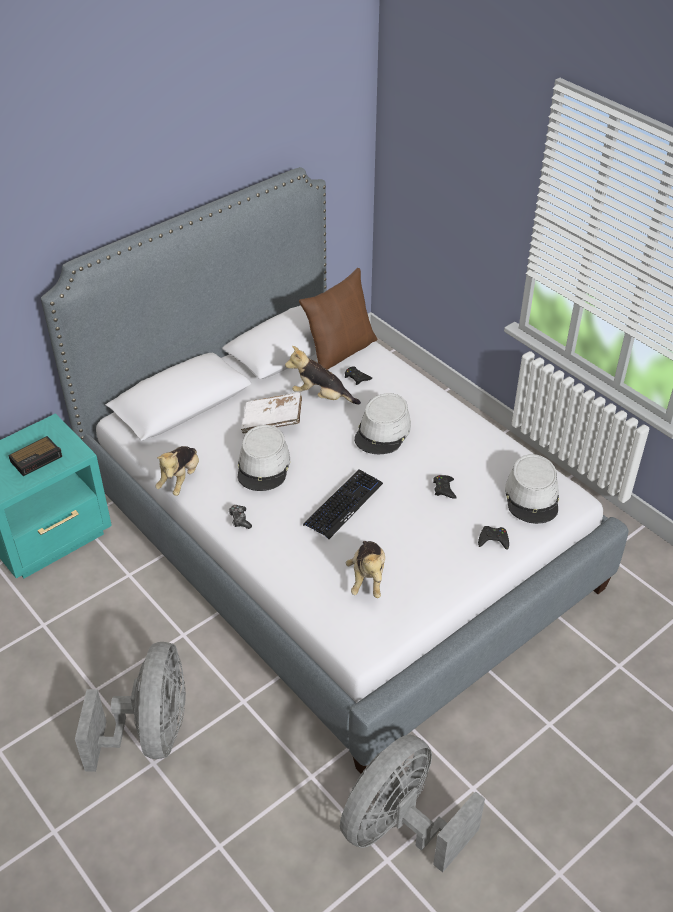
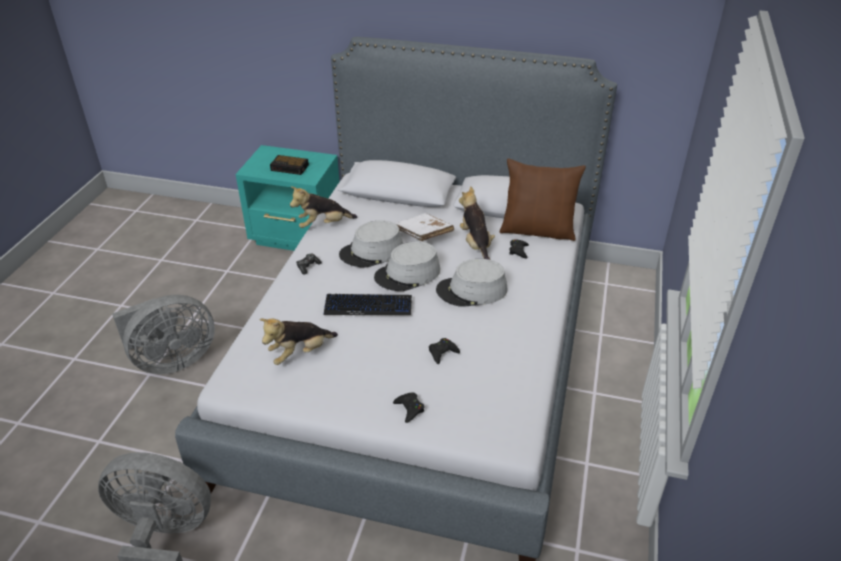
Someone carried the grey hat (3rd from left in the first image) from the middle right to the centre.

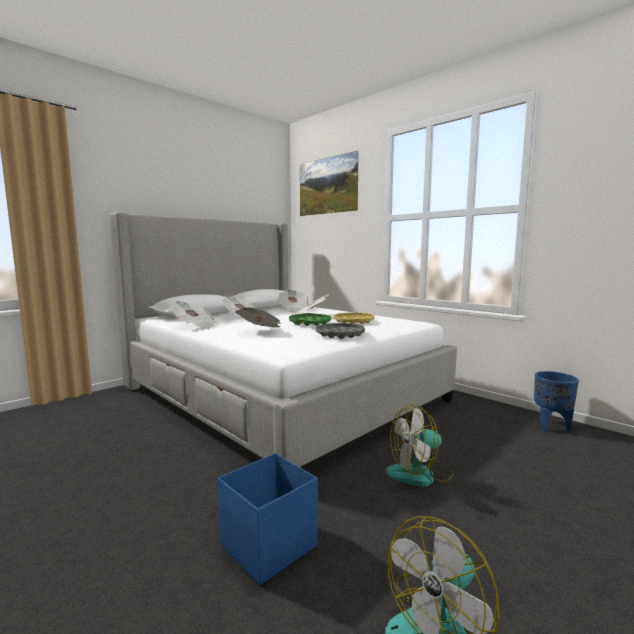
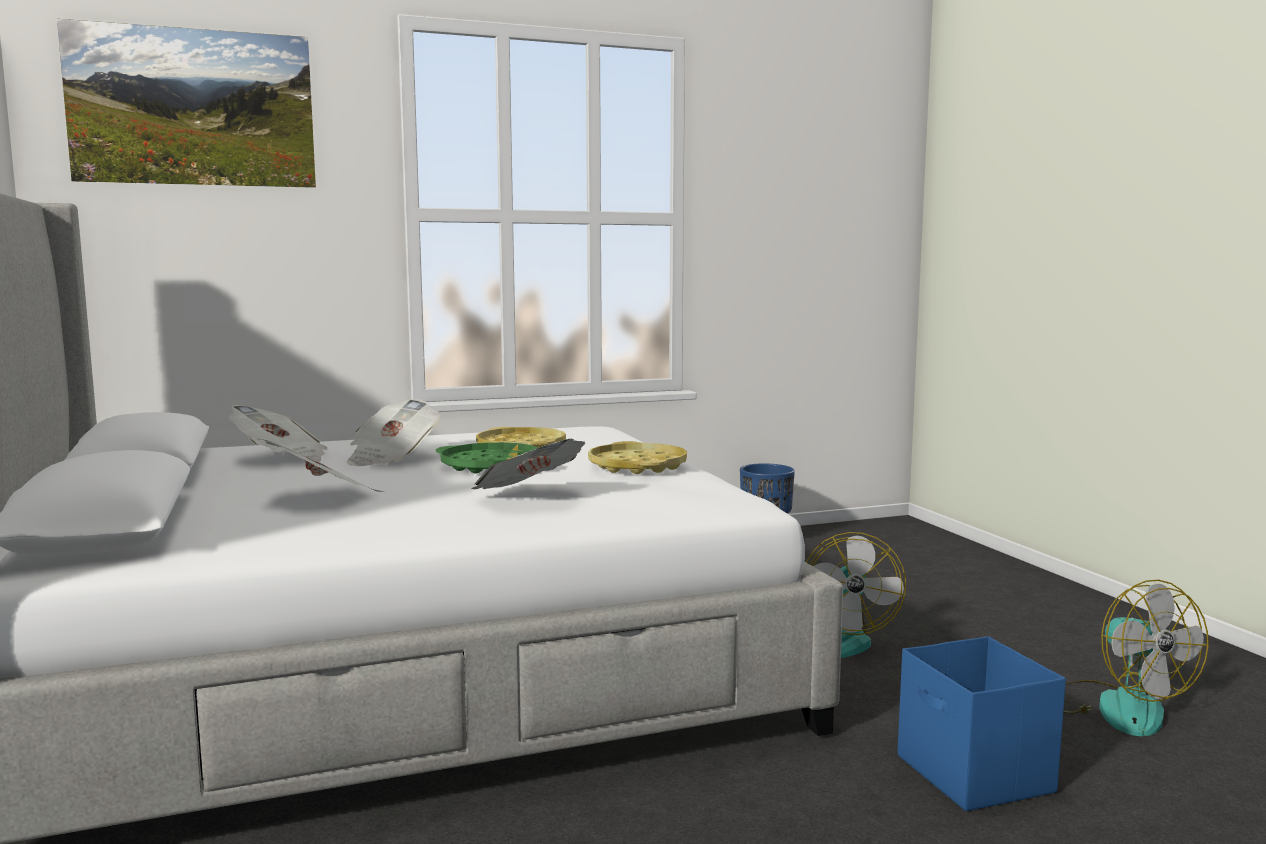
Someone took away the printed paper (1st from left) at the middle left.
Someone repainted the grey tray at the centre, which became the yellow tray (2nd from left) at the centre.

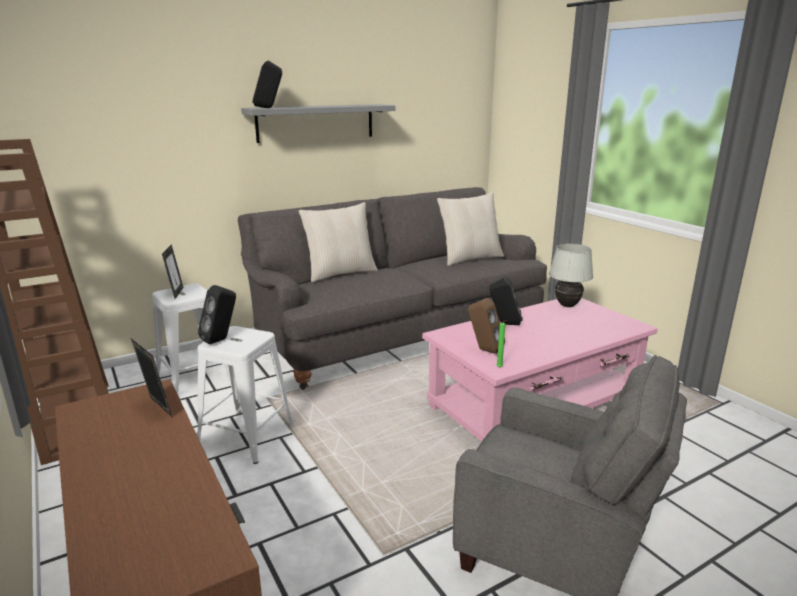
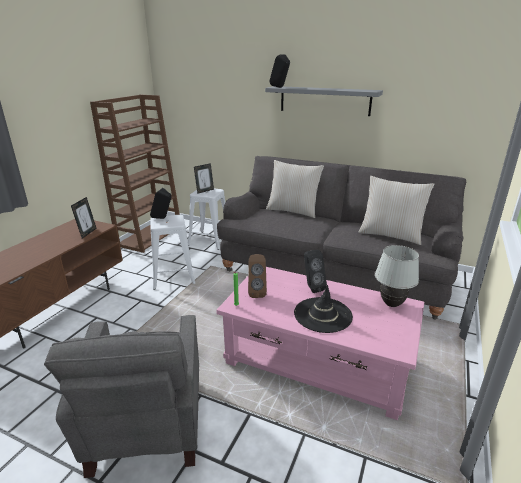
Someone put down the black-coloured hat at the centre.

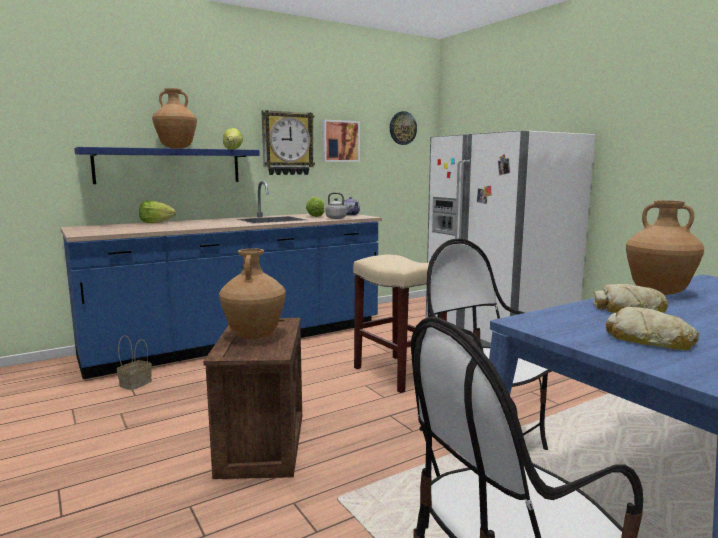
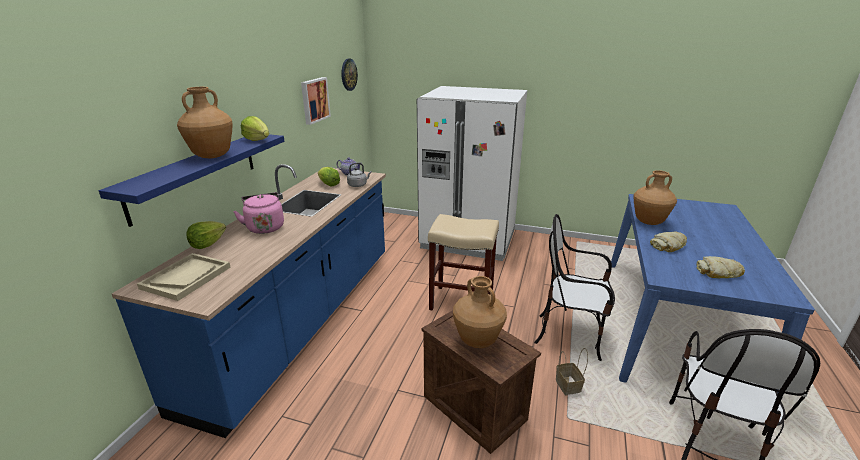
Someone carried the basket from the bottom left to the bottom centre.
Someone took away the wall clock (1st from left) at the top centre.
Someone put down the beige tray at the middle left.
Someone put down the pinkish water kettle at the middle left.

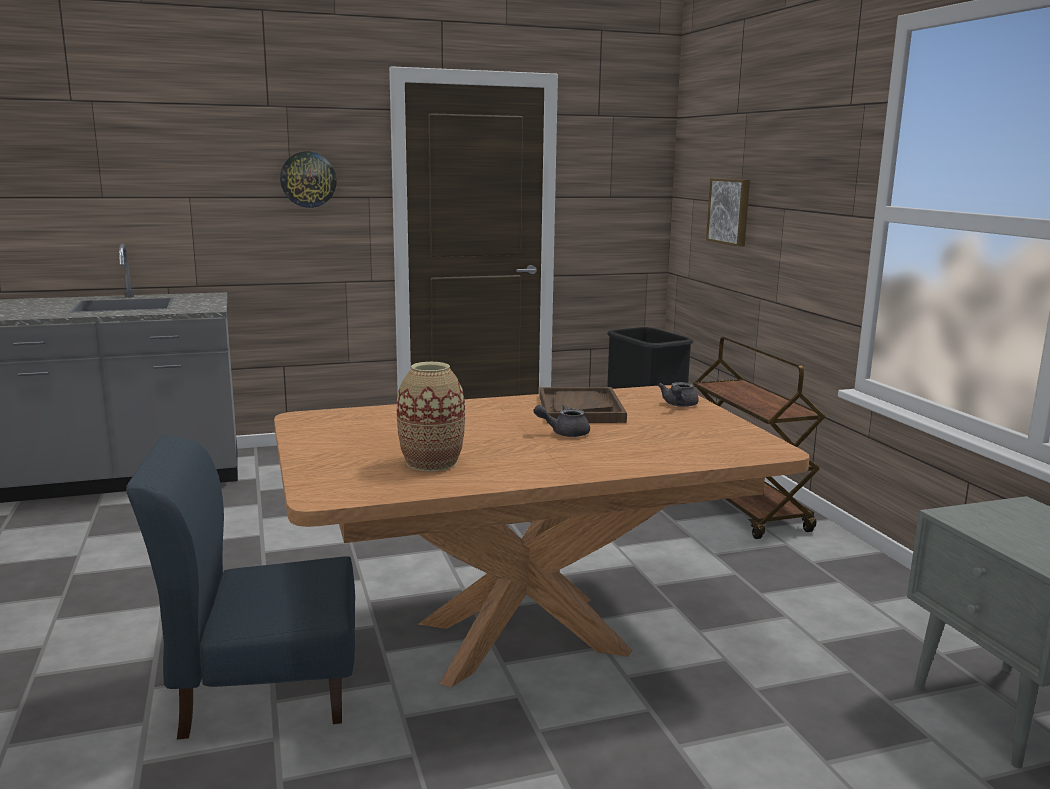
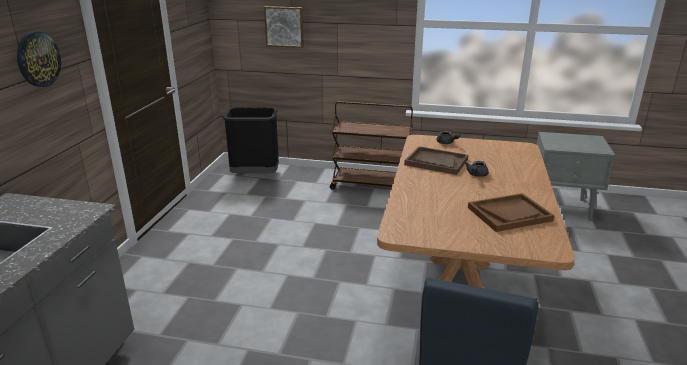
Someone swapped the decorative vase at the centre for the brown tray (2nd from left) at the middle right.

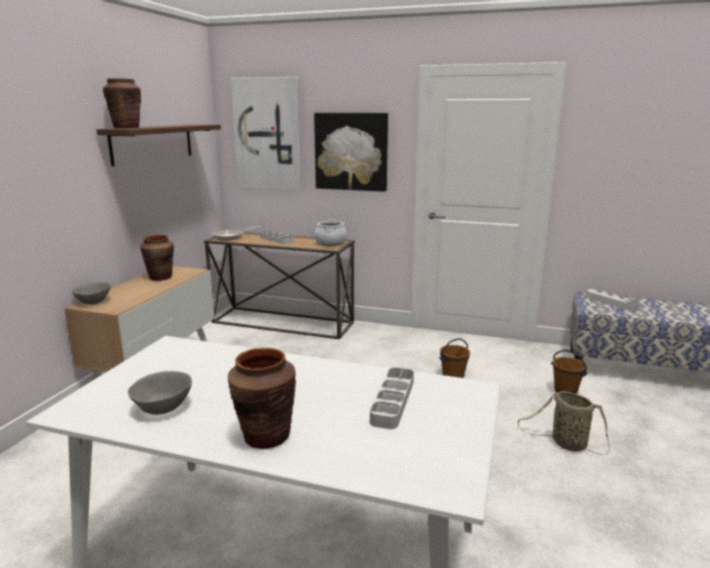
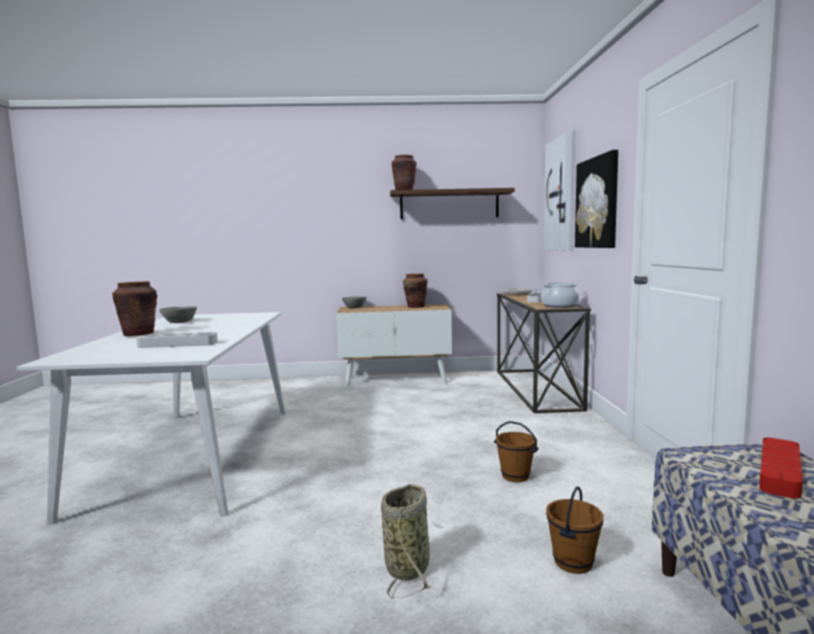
Someone repainted the grey tray (3rd from left) at the middle right, which became the reddish tray at the bottom right.

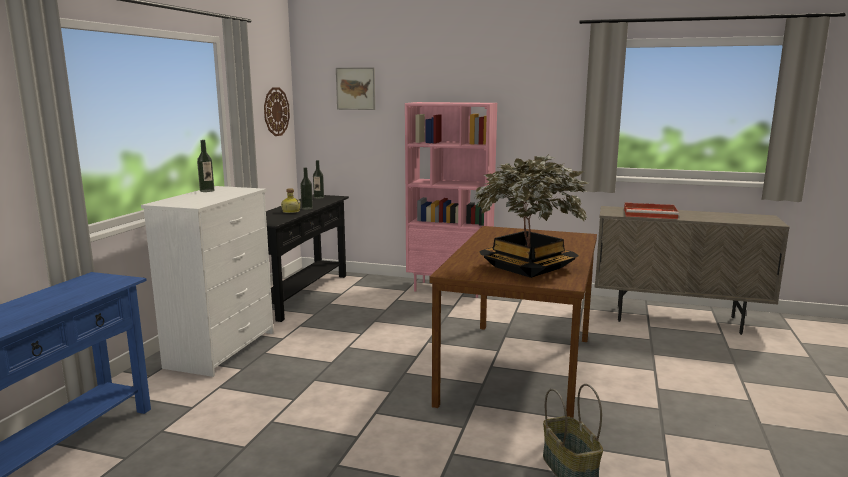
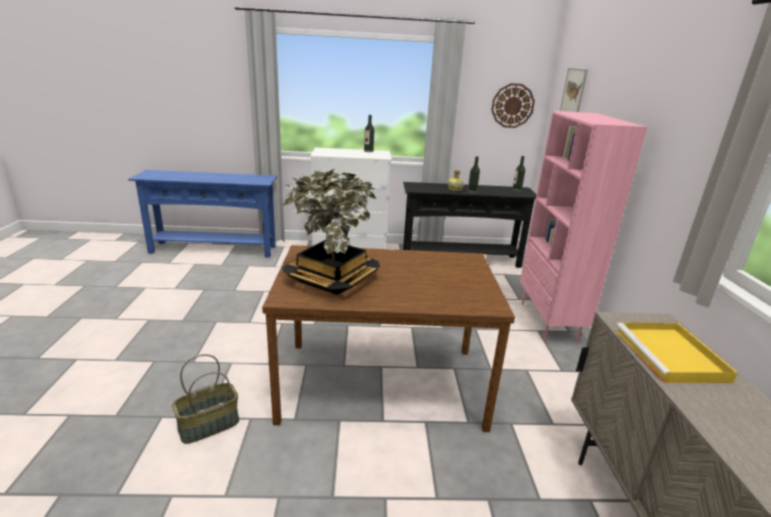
Someone repainted the reddish tray at the middle right, which became the yellow tray at the bottom right.

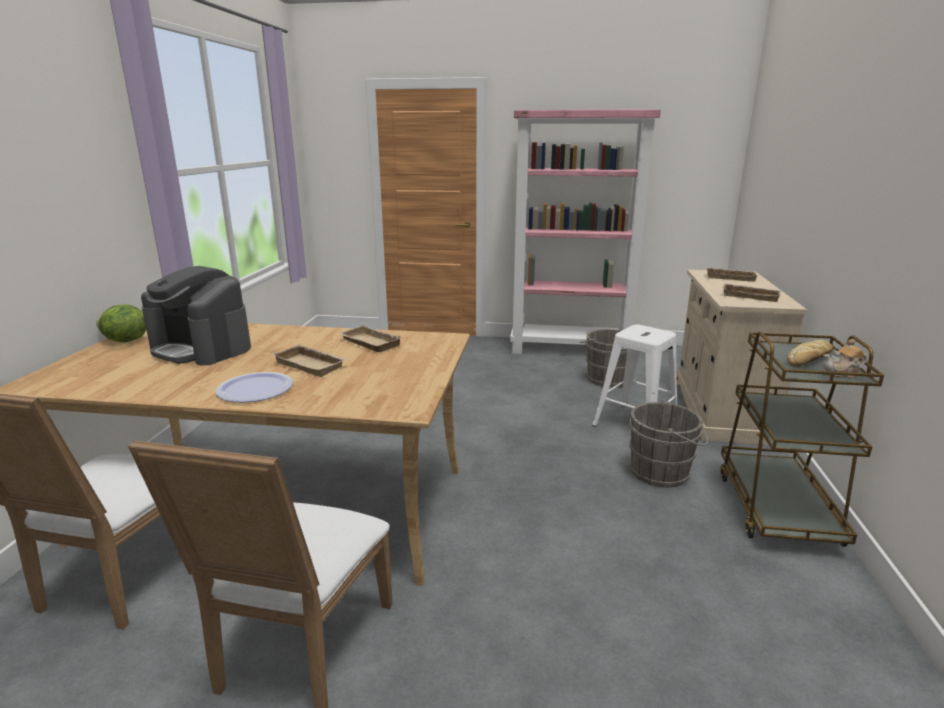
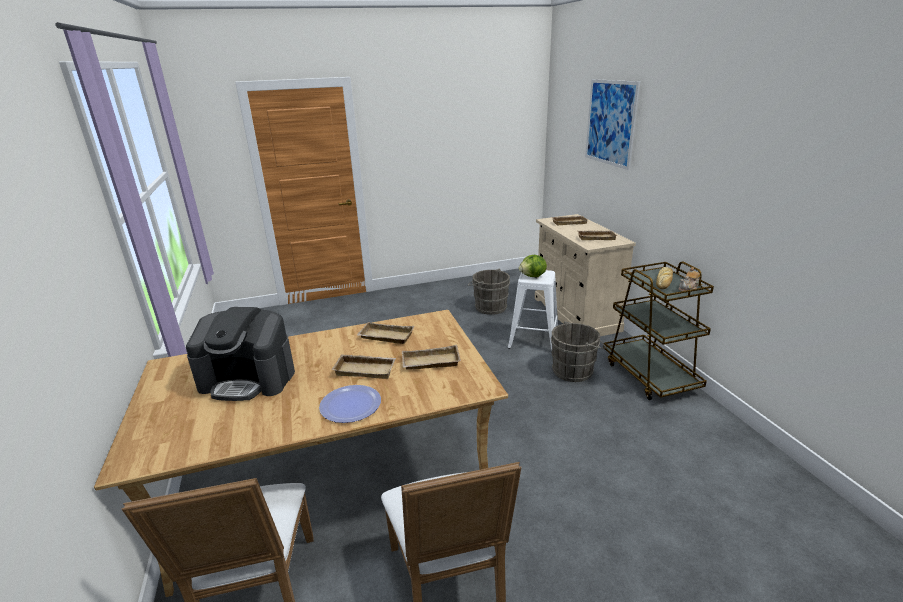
Someone carried the lettuce head from the middle left to the centre.
Someone took away the pinkish shelving unit at the top centre.
Someone put down the beige tray (3rd from left) at the centre.
Someone put up the picture at the top right.

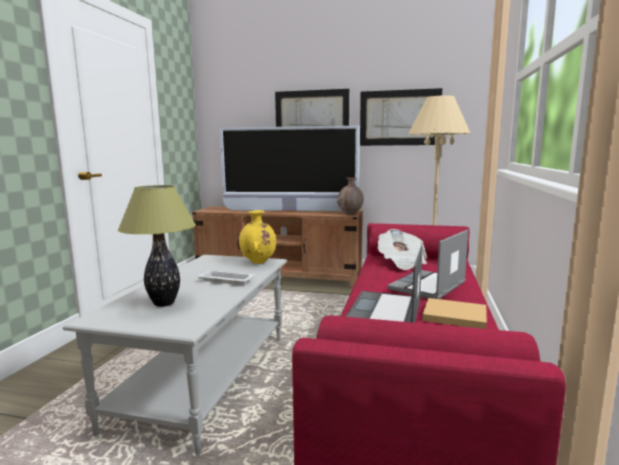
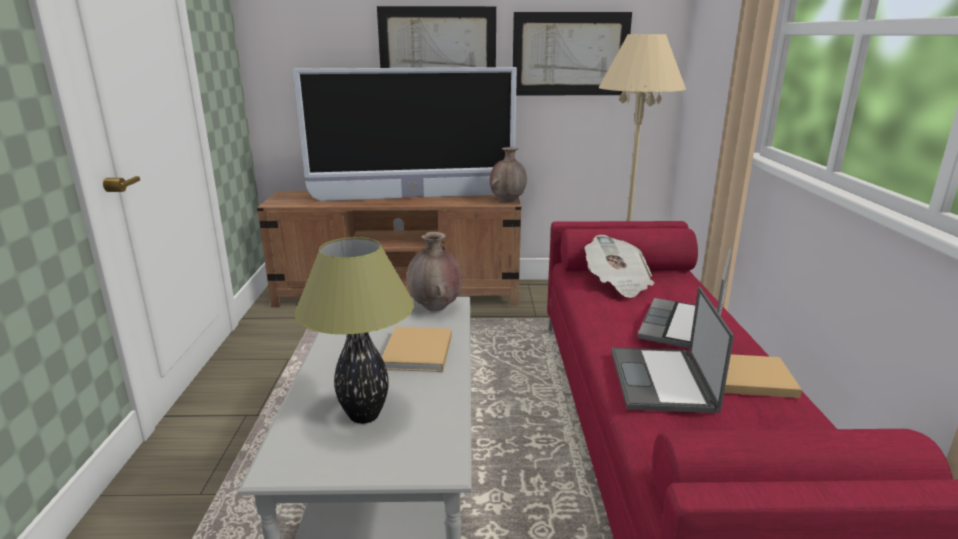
Someone swapped the white tray at the centre for the beige bound book (1st from left) at the centre.
Someone repainted the yellow decorative vase at the centre, which became the brown decorative vase (1st from left) at the centre.

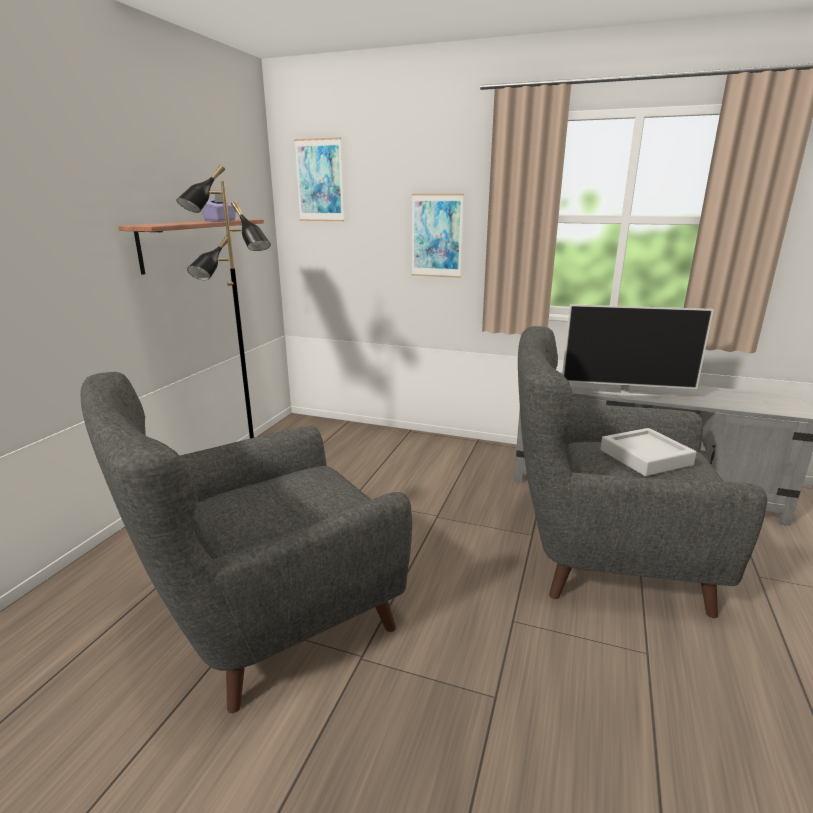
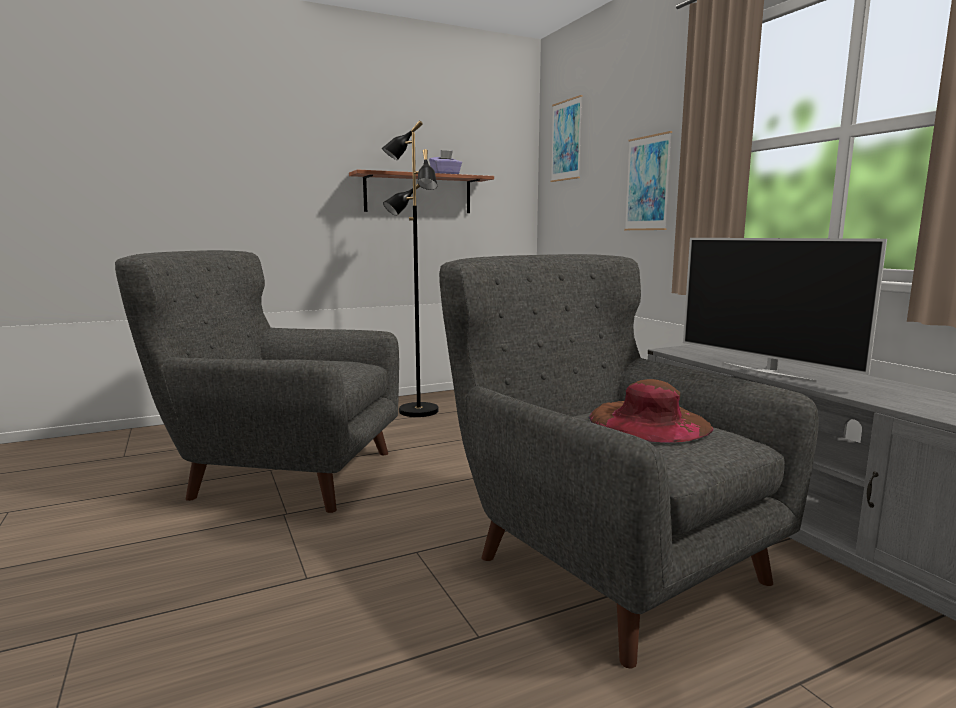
Someone swapped the grey tray at the middle right for the brown hat at the middle right.

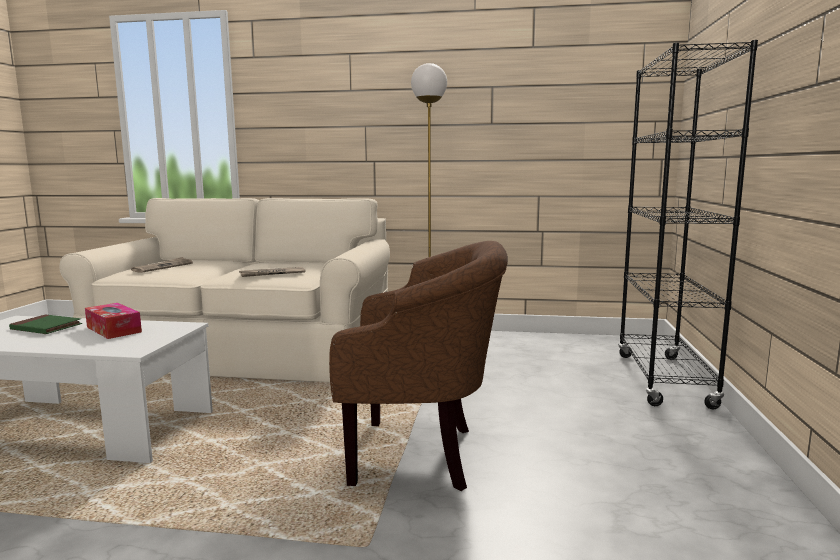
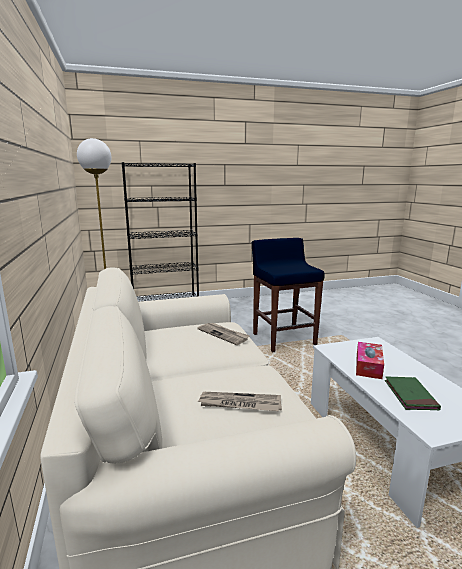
Someone swapped the brown easy chair at the centre for the blue-coloured sitting stool at the centre.

